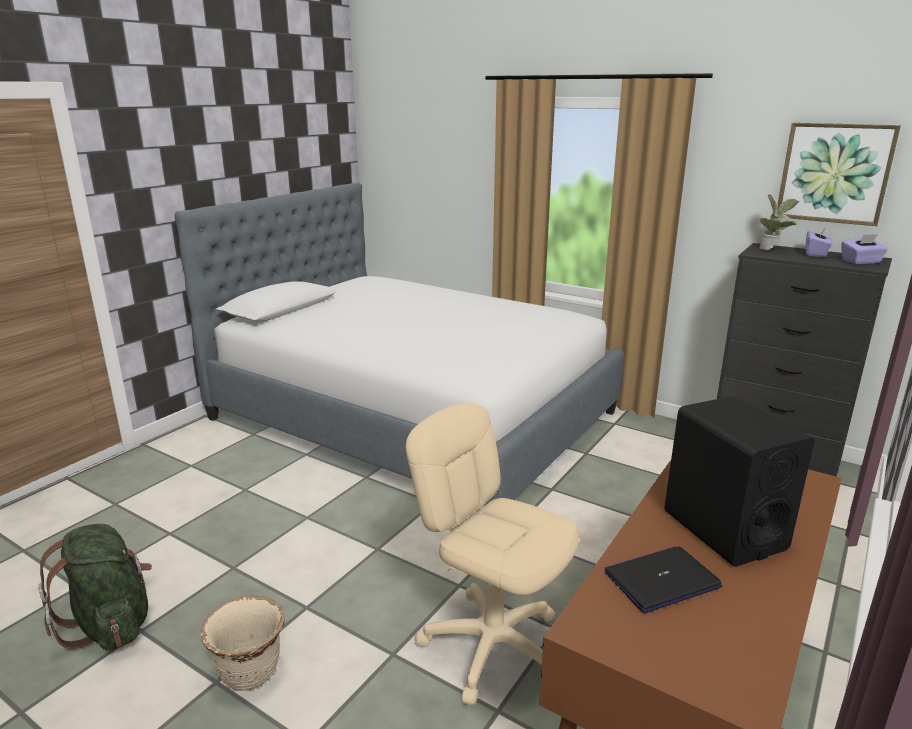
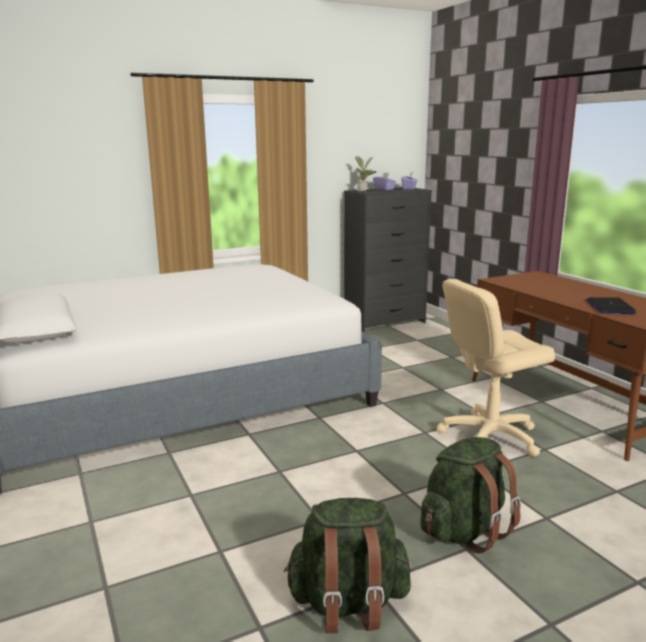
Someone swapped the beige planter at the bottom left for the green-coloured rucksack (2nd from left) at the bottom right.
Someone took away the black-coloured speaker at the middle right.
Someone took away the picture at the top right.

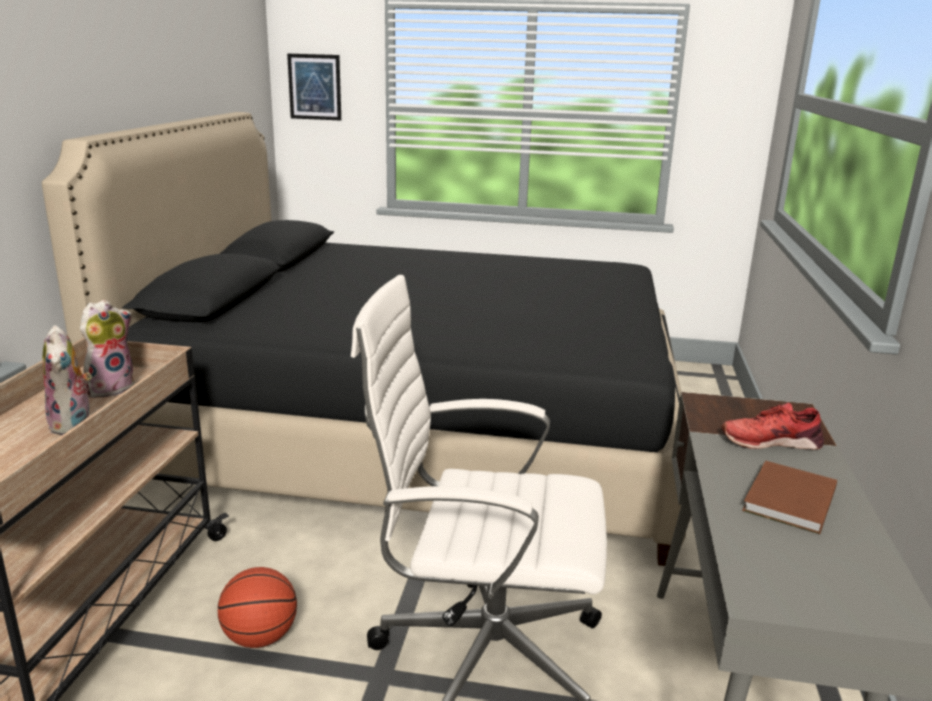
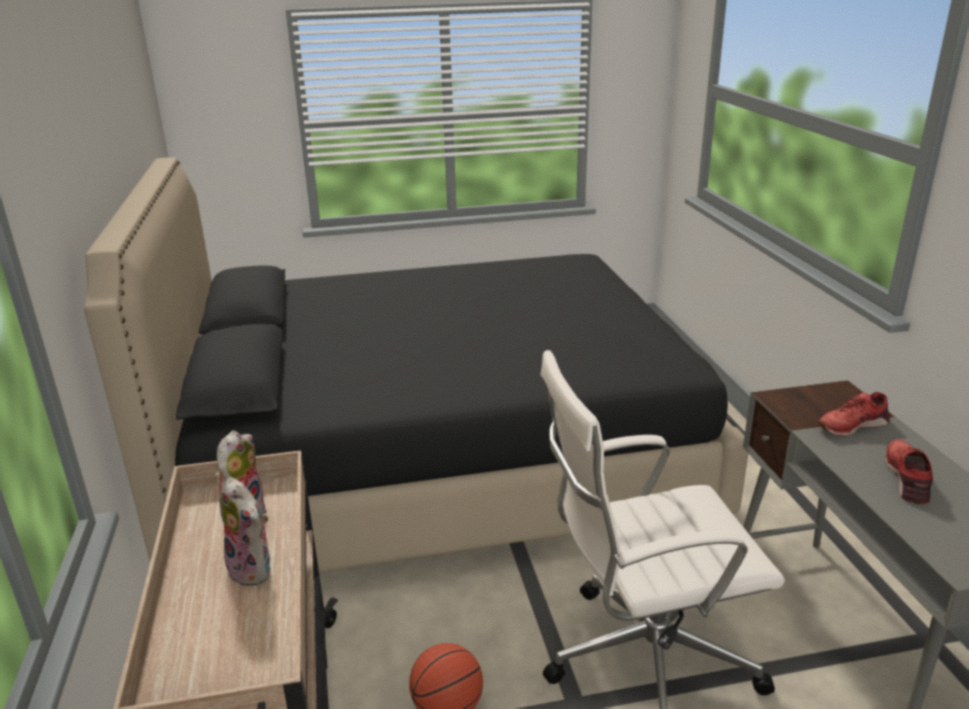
Someone took away the picture at the top centre.
Someone swapped the brown bound book at the bottom right for the reddish item of footwear (2nd from left) at the middle right.

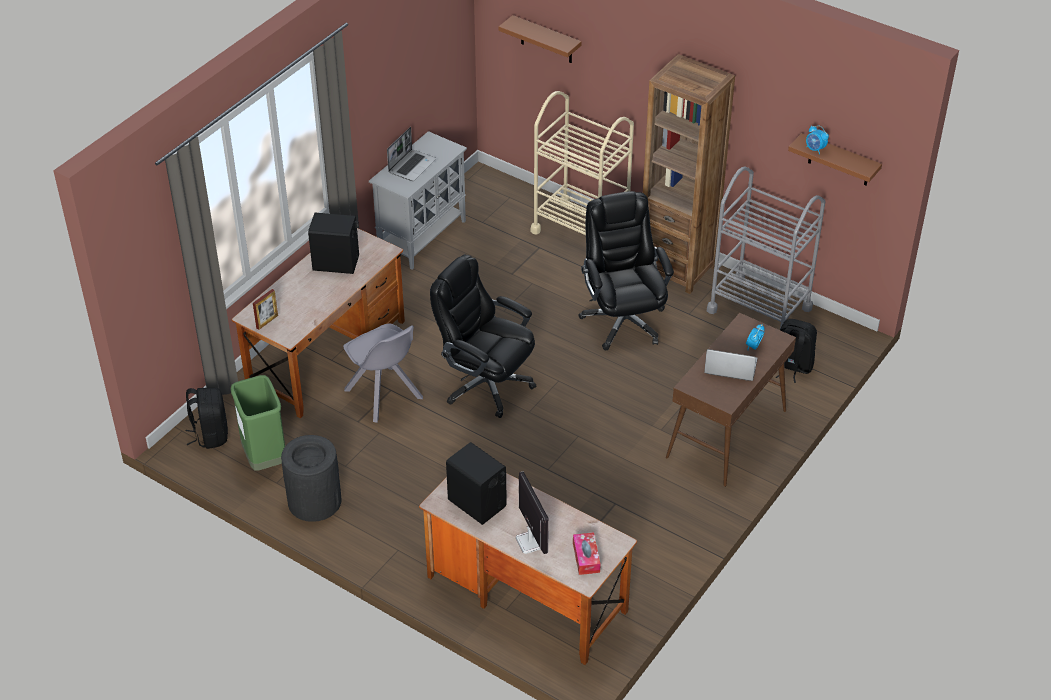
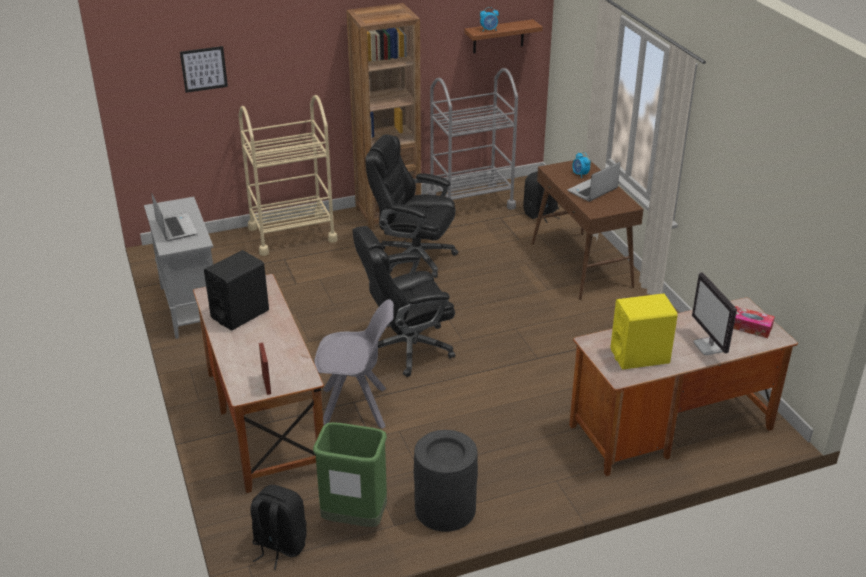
Someone repainted the black-coloured speaker (2nd from left) at the bottom centre, which became the yellow speaker at the middle right.
Someone swapped the brown shelf (1st from left) at the top centre for the picture at the top left.
Someone rotated the computer screen at the bottom centre by 120 degrees counterclockwise.

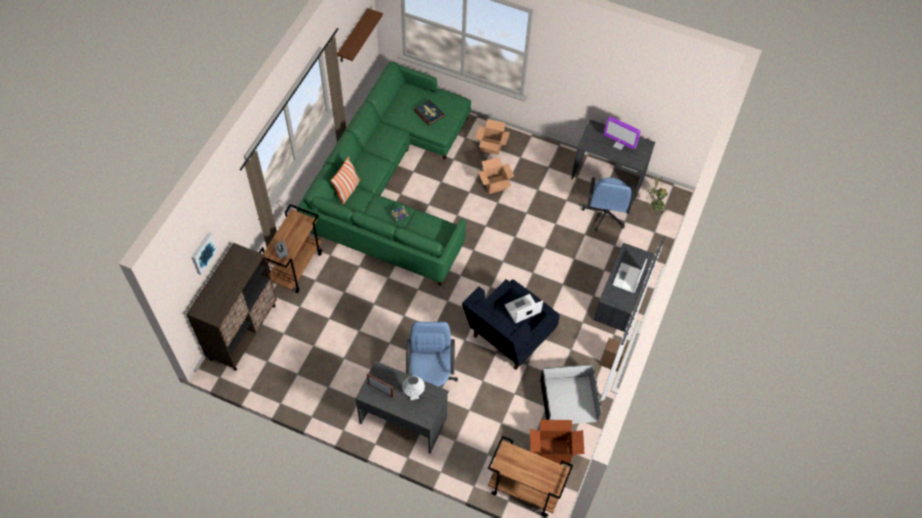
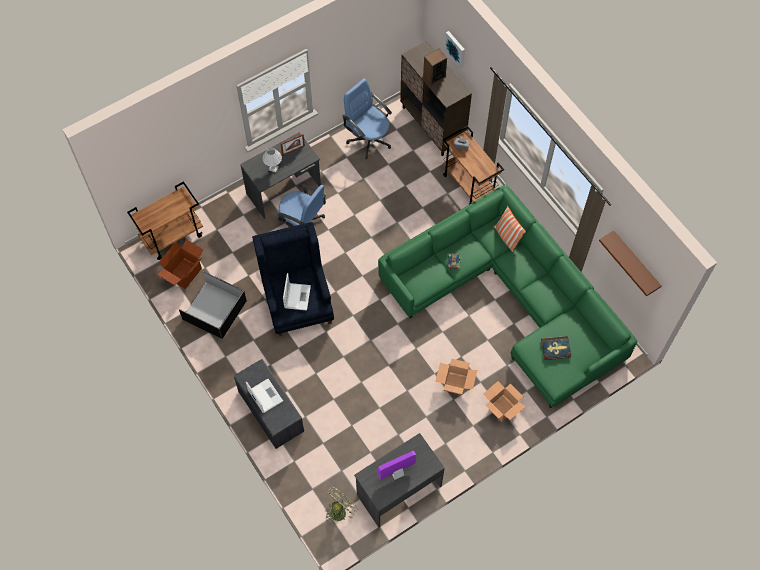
Someone carried the blue-coloured computer chair (2nd from left) from the centre to the top centre.
Someone carried the speaker from the bottom centre to the top centre.

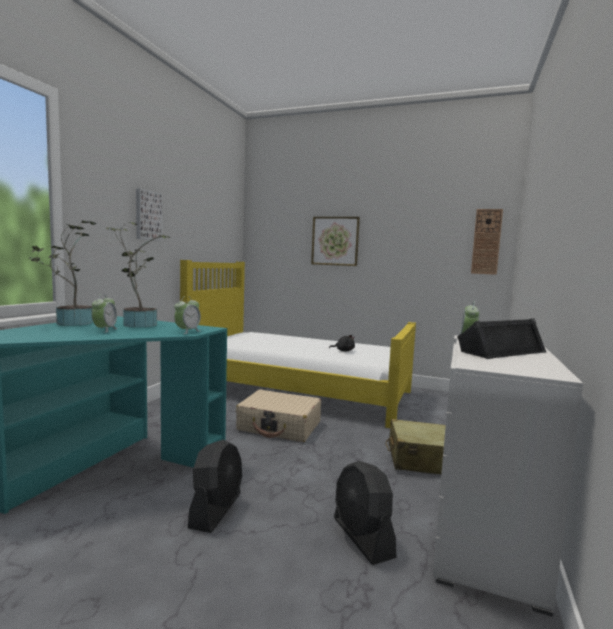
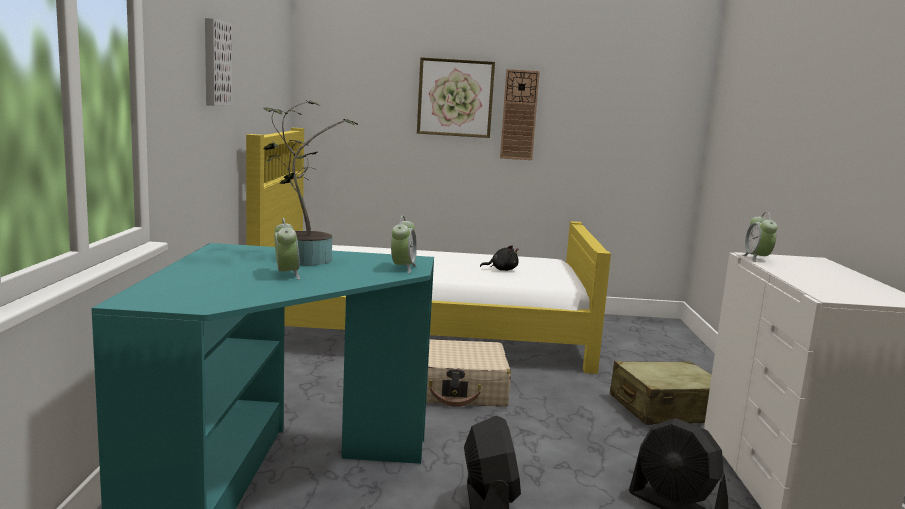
Someone took away the plant in a pot (1st from left) at the middle left.
Someone took away the black-coloured speaker at the middle right.
Someone carried the wall clock from the middle right to the top centre.

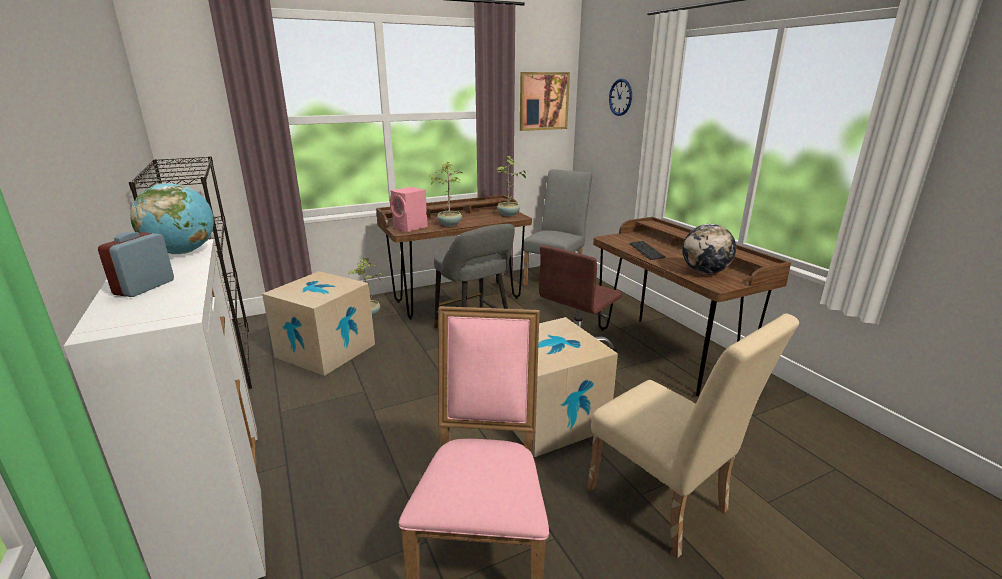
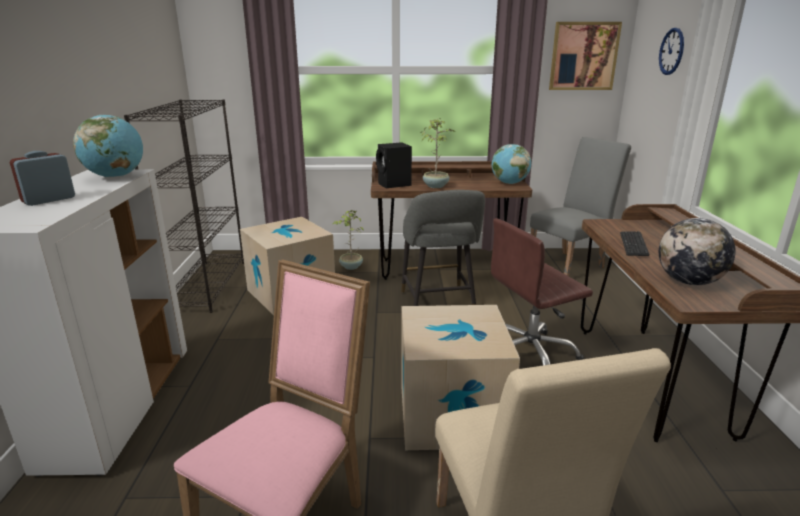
Someone repainted the pinkish speaker at the centre, which became the black-coloured speaker at the top centre.
Someone swapped the plant in a pot (3rd from left) at the top centre for the world globe (2nd from left) at the top centre.

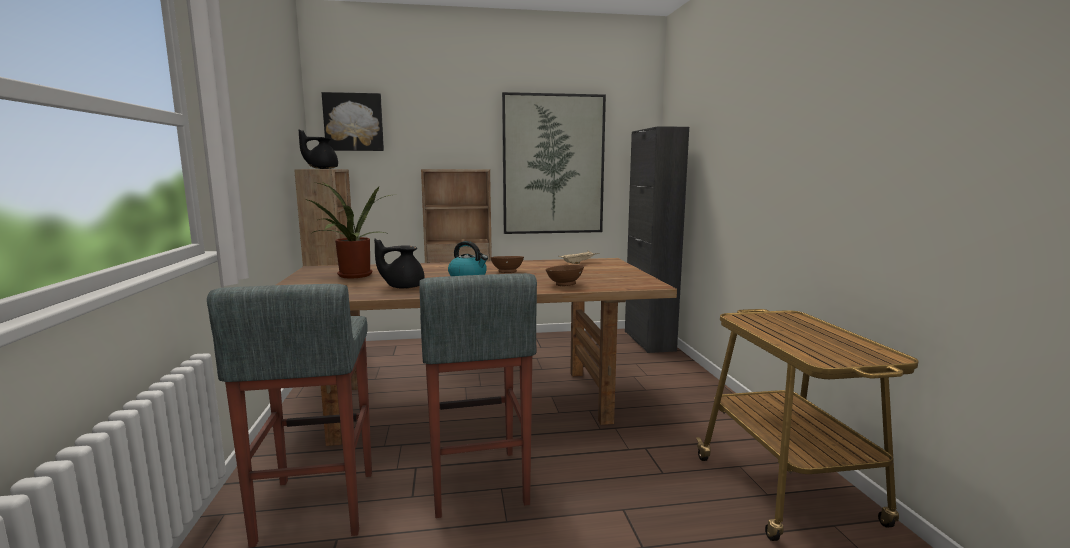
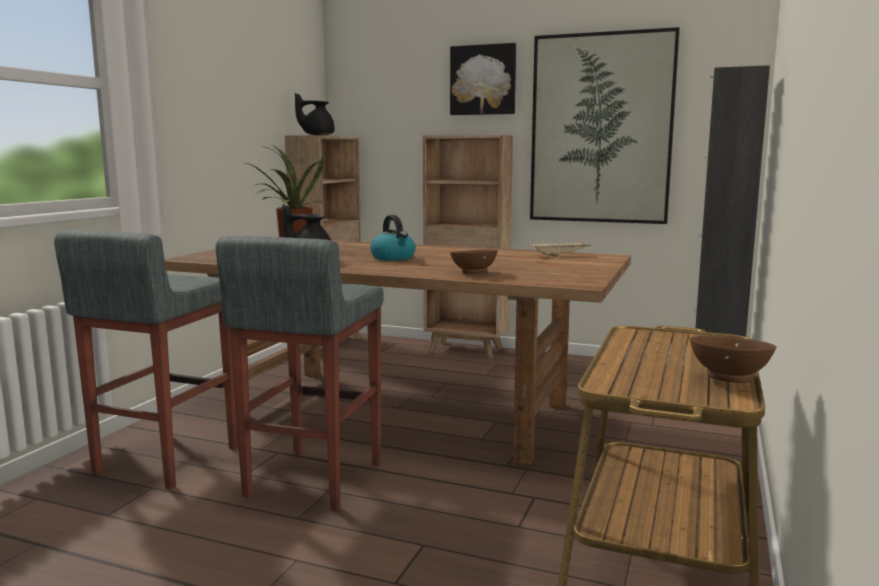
Someone carried the picture (1st from left) from the top left to the top centre.
Someone carried the brown bowl (1st from left in the first image) from the centre to the middle right.

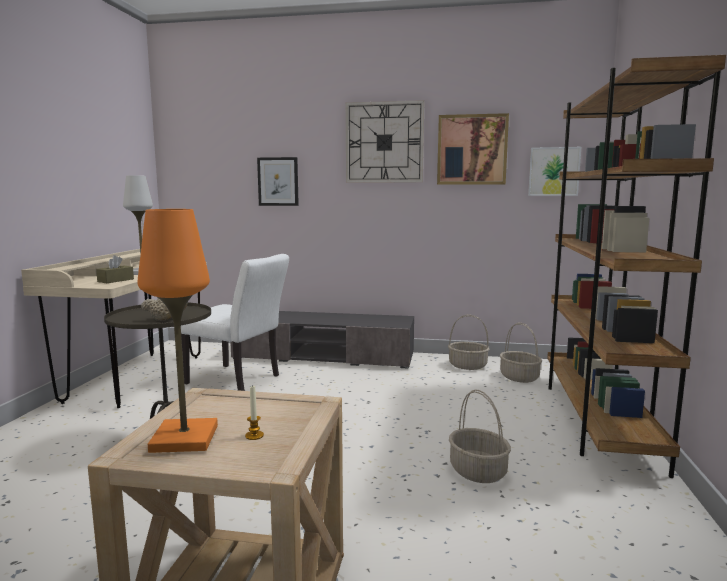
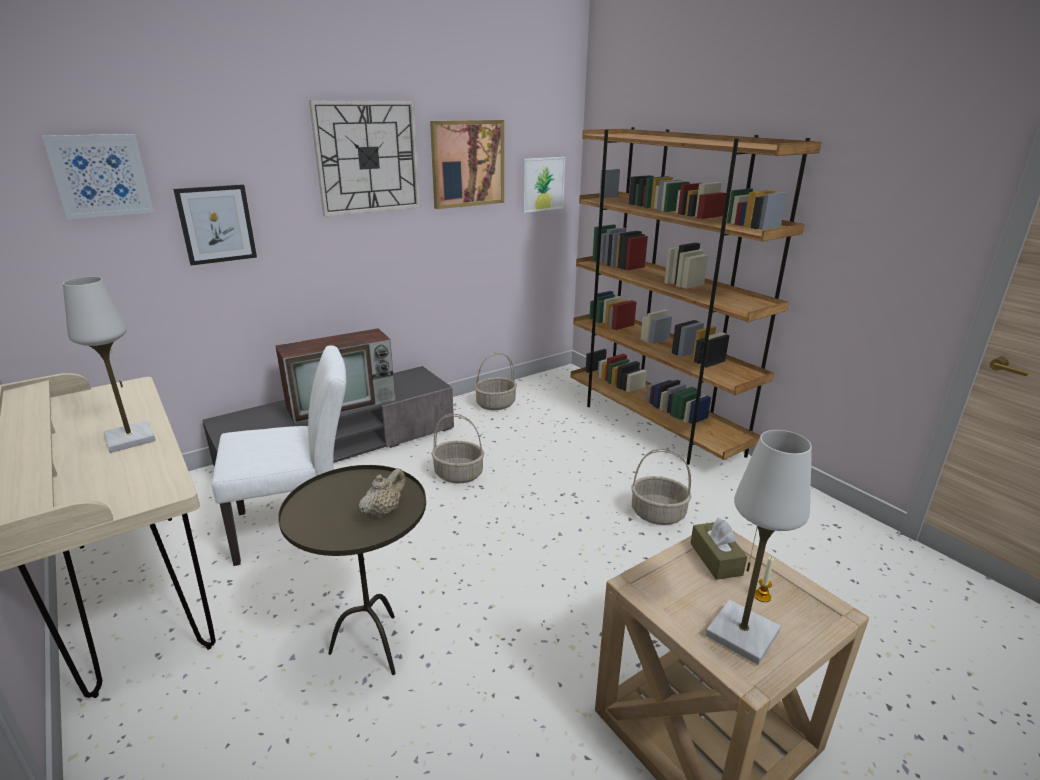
Someone carried the brown tissue holder from the middle left to the bottom right.
Someone repainted the orangey tabletop lamp at the middle left, which became the white tabletop lamp (2nd from left) at the bottom right.
Someone carried the basket (3rd from left in the first image) from the middle right to the centre.
Someone put up the picture (1st from left) at the top left.
Someone put down the television at the middle left.

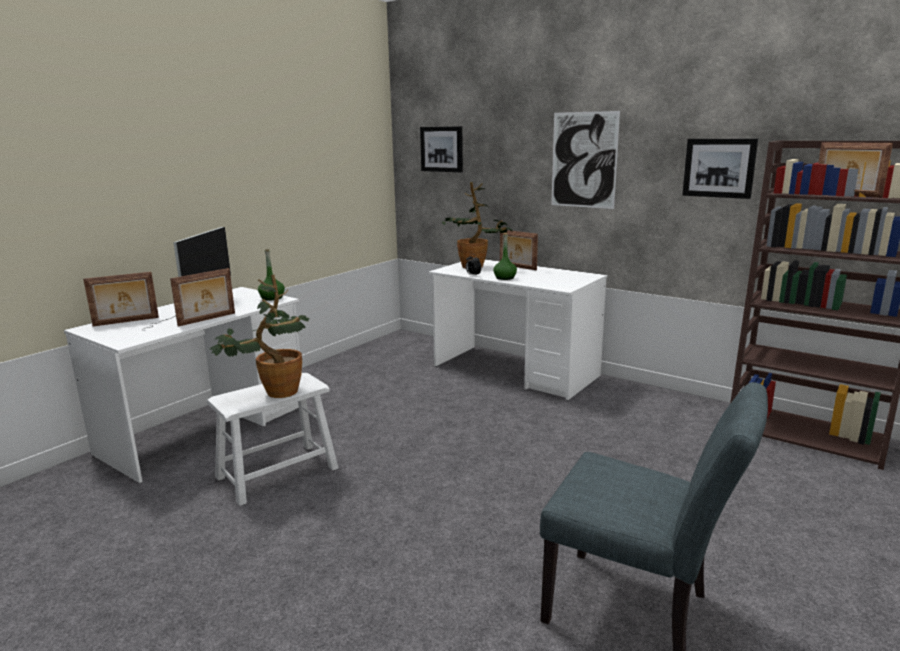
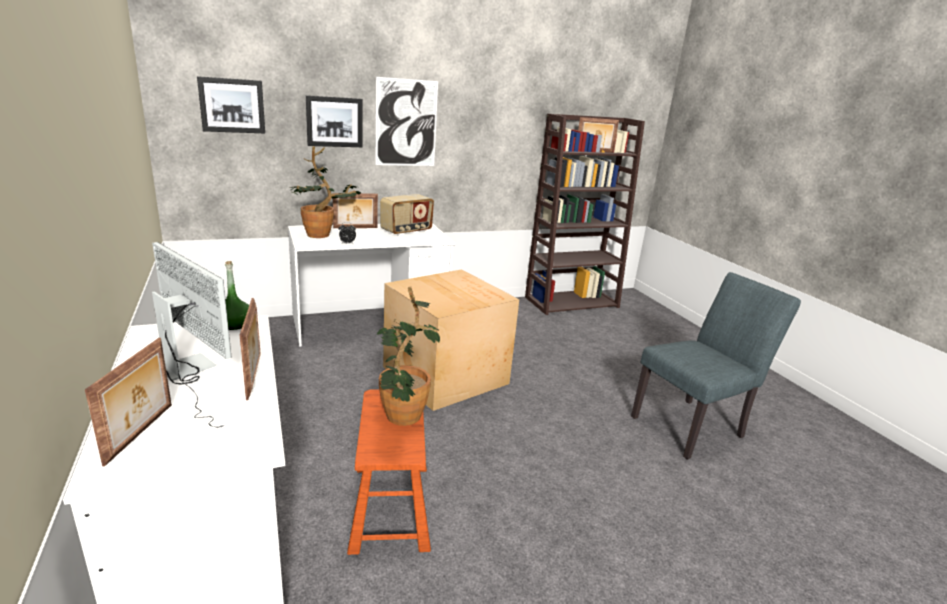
Someone repainted the white sitting stool at the bottom left, which became the brown sitting stool at the bottom centre.
Someone took away the green-coloured beverage bottle (2nd from left) at the centre.
Someone carried the picture (3rd from left in the first image) from the top right to the top centre.
Someone put down the radio at the centre.
Someone put down the packing box at the centre.

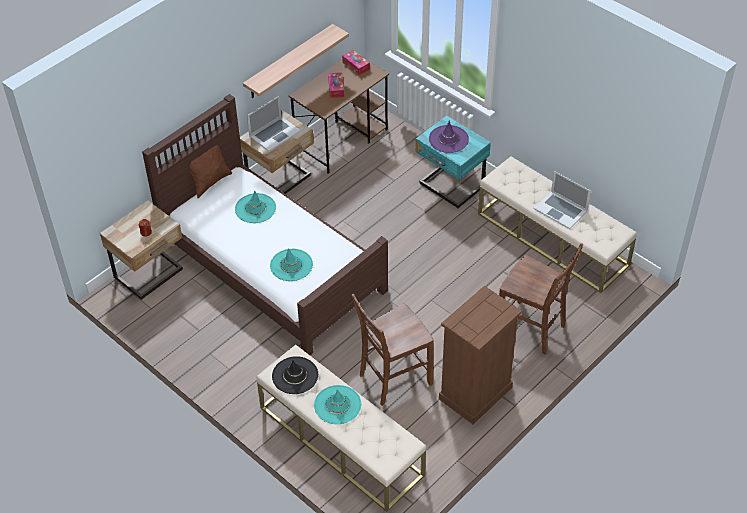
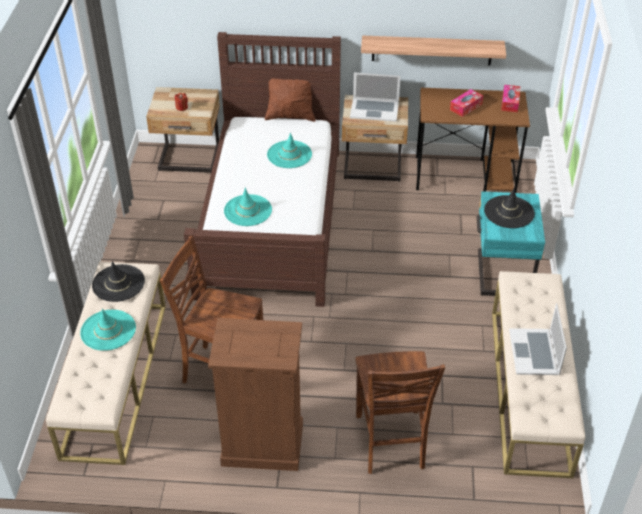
Someone repainted the purplish hat at the top centre, which became the black-coloured hat (2nd from left) at the middle right.

